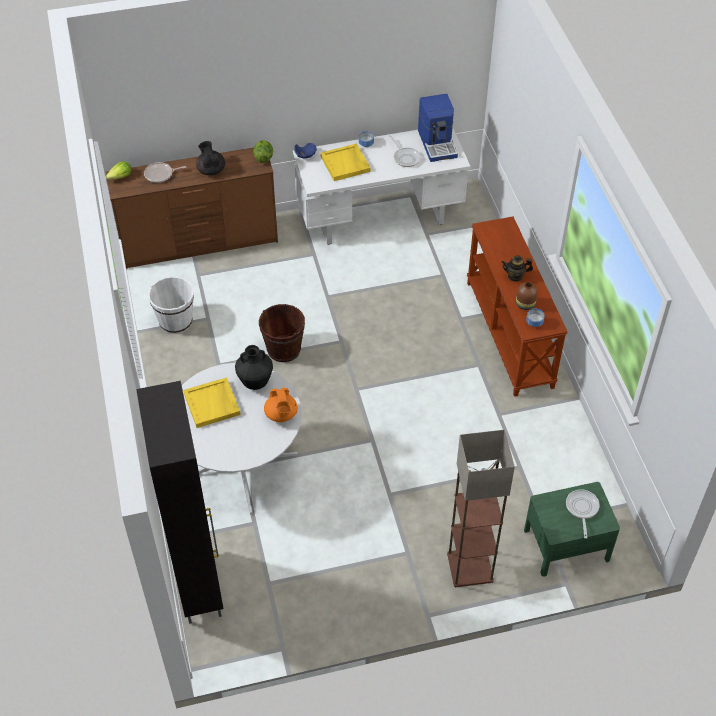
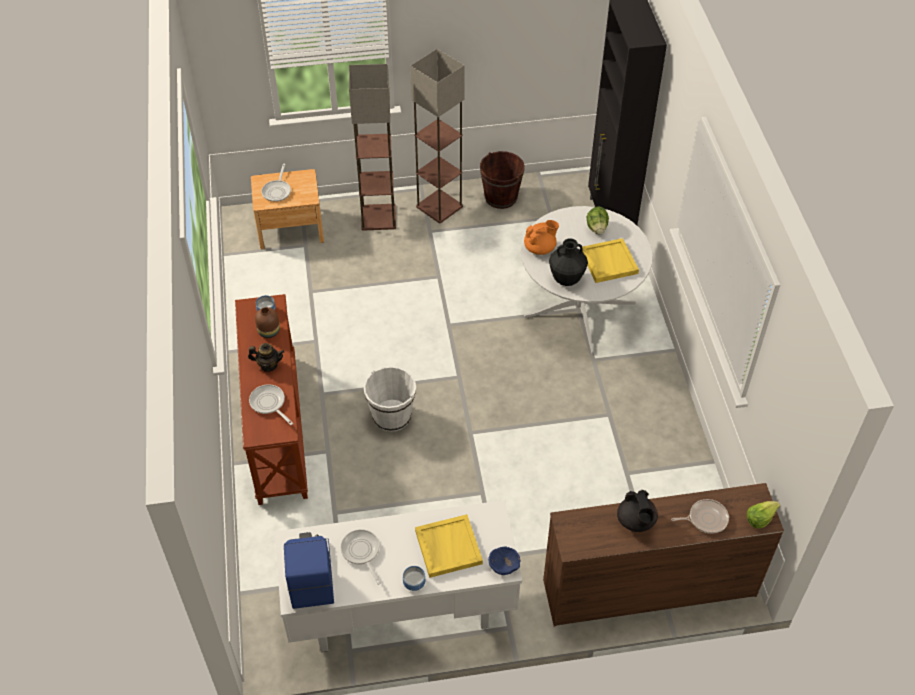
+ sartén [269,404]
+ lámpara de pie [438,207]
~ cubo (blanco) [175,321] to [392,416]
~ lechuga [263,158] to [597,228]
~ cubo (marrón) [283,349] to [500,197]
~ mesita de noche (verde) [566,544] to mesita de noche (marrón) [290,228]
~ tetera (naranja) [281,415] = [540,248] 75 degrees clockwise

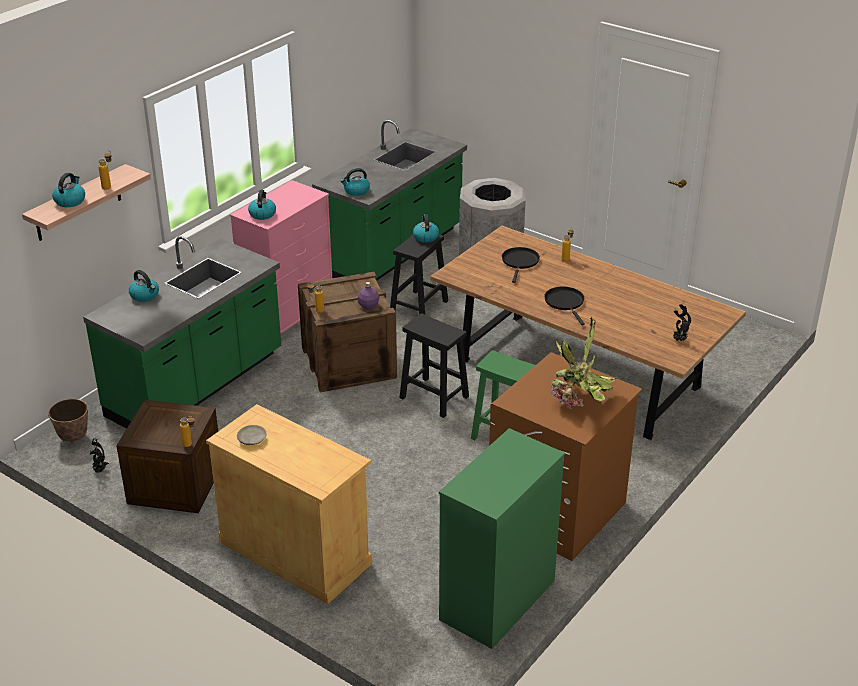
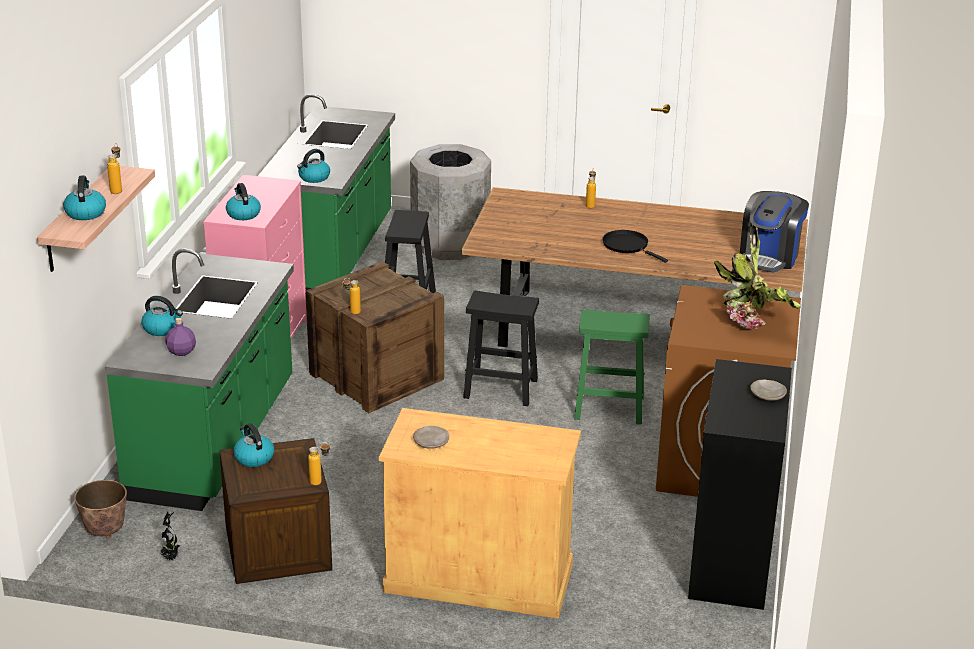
- sartén (negro) [520,262]
+ plato (beis) [768,395]
~ botella (morado) [369,306] to [182,351]
~ hervidor [425,237] to [253,458]
~ planta en maceta [678,340] to cafetera [769,257]
~ cómoda (verde) [497,601] to cómoda (negro) [731,564]

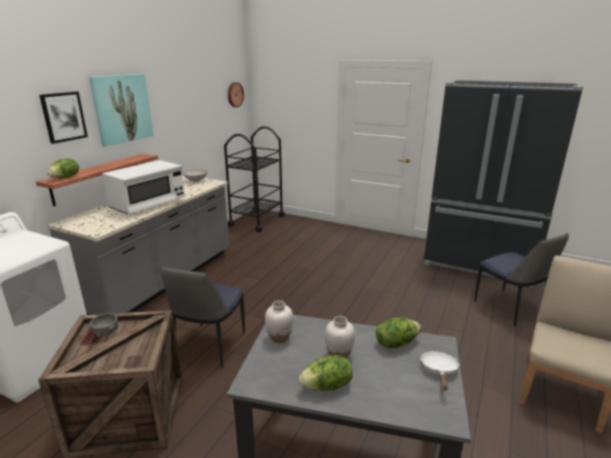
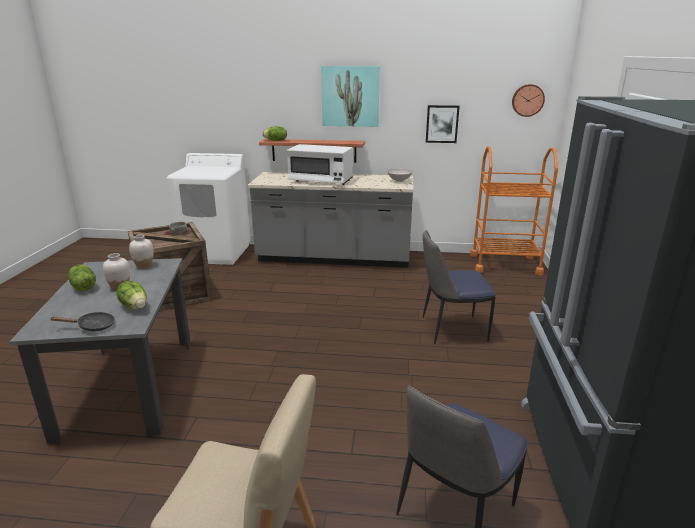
~ cuadro [63,117] to [442,124]
~ silla [209,346] to [451,329]
~ carrito (negro) [256,220] to carrito (naranja) [504,264]
~ sartén (blanco) [439,370] to sartén (negro) [92,326]

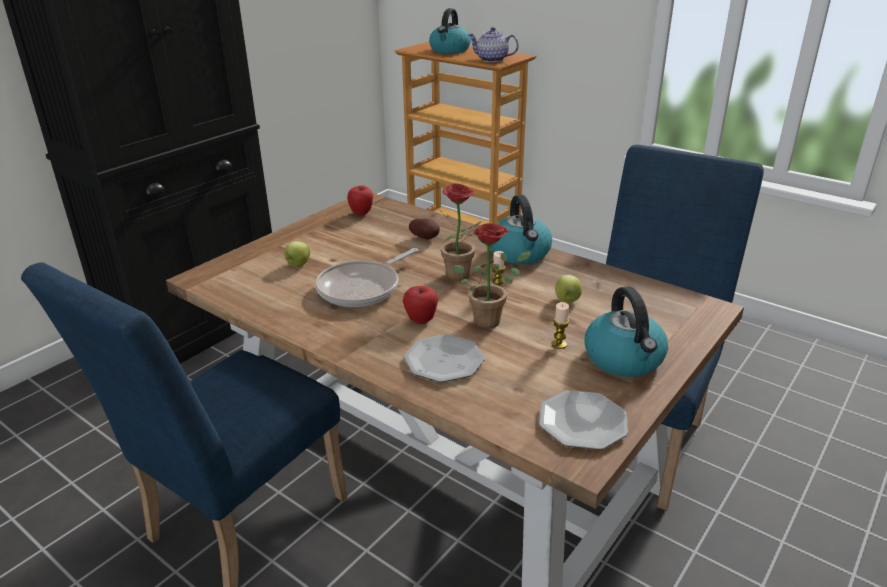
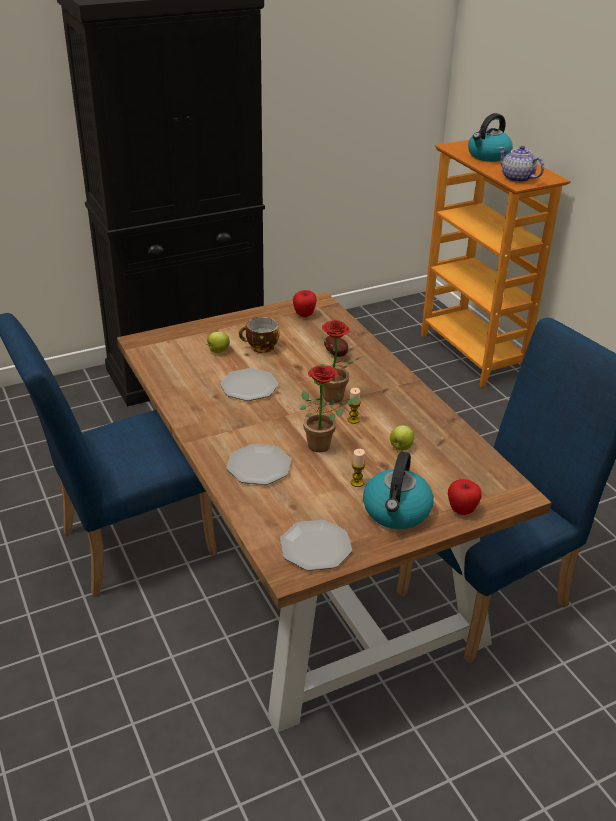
- hervidor [520,253]
+ taza [260,348]
~ manzana [421,320] to [461,510]
~ sartén [363,288] to plato [249,387]

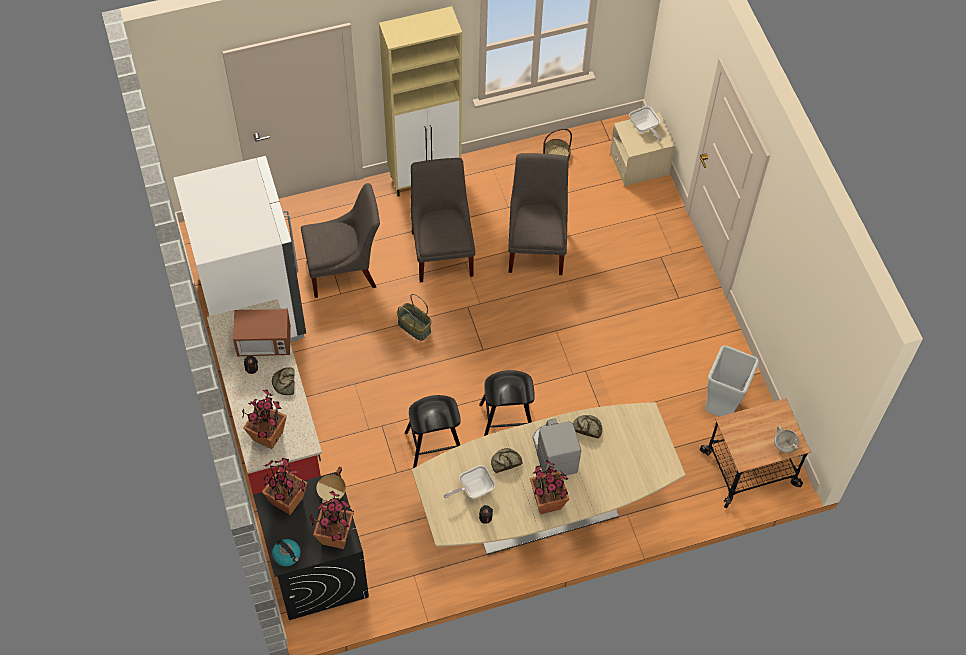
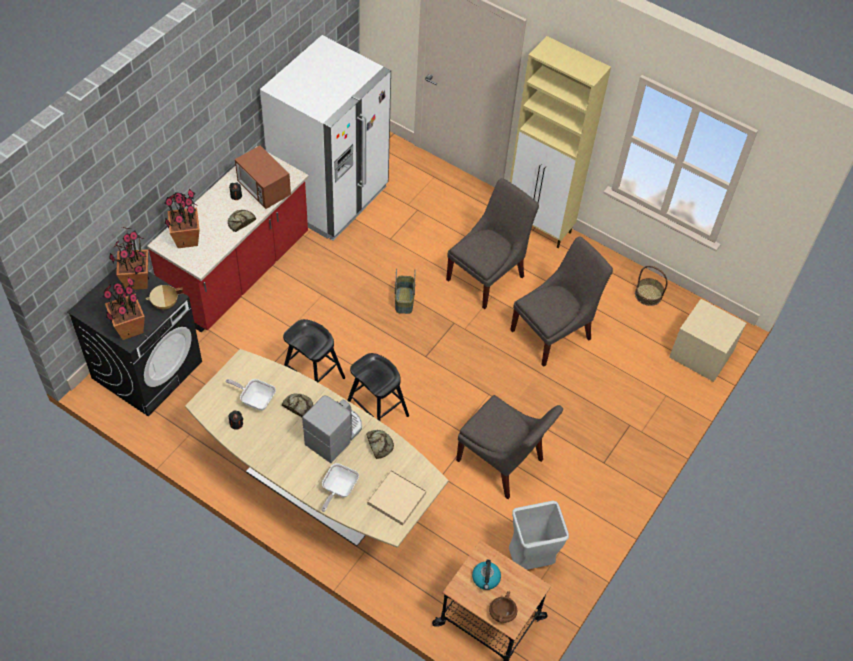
- planta en maceta [548,502]
+ bandeja (beis) [396,498]
~ hervidor [287,555] to [486,579]
~ silla (gris) [345,270] to [502,463]
~ sartén [644,128] to [338,490]
~ olla (blanco) [784,445] to olla (marrón) [502,613]

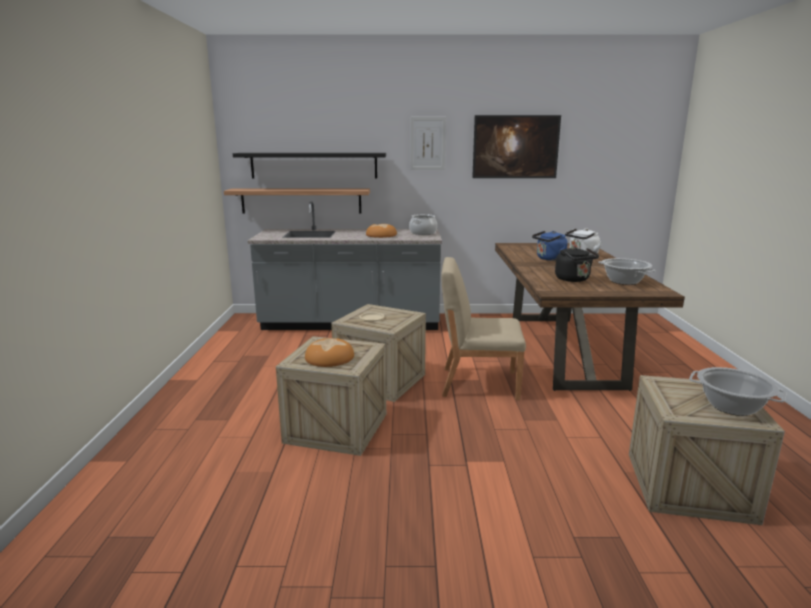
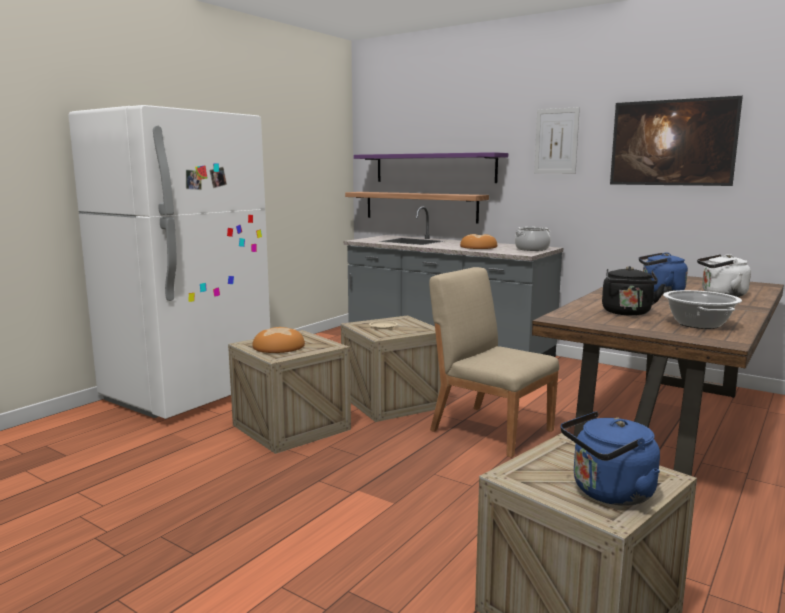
+ nevera (blanco) [189,393]
~ olla [731,407] to hervidor (azul) [608,493]
~ estante (negro) [314,165] to estante (morado) [434,168]

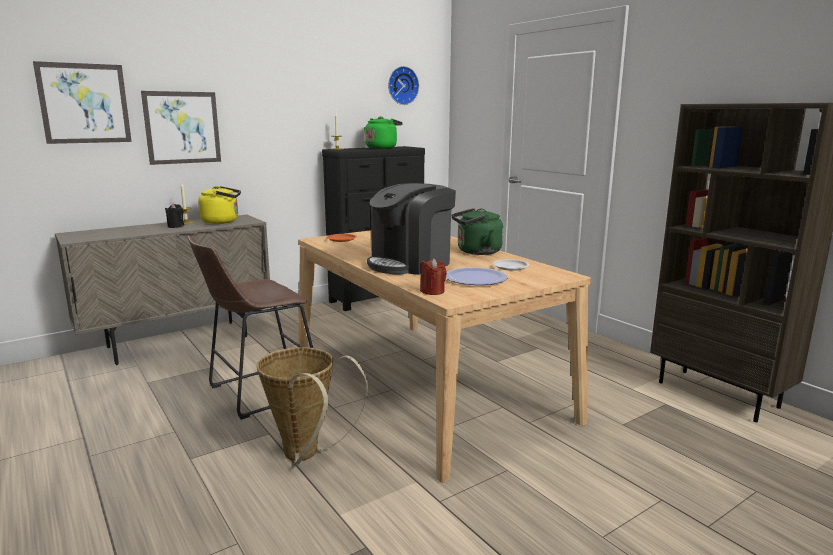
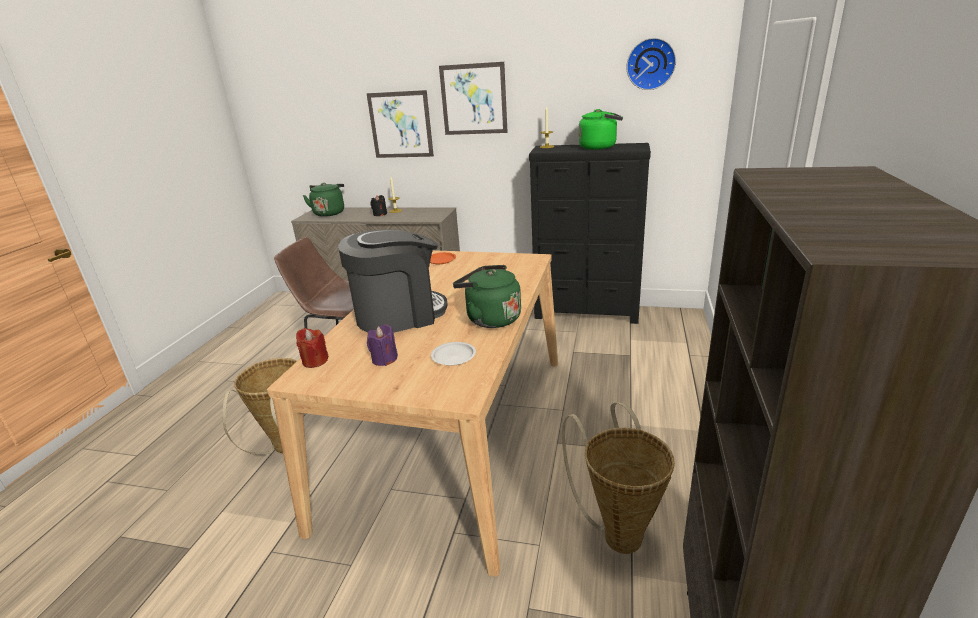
- hervidor (amarillo) [222,221]
+ hervidor (verde) [329,213]
+ cesta [618,531]
~ cuadro [84,103] to [473,99]
~ plato [475,278] to vela (morado) [384,359]
~ cafetera [410,263] = [399,314] 150 degrees clockwise

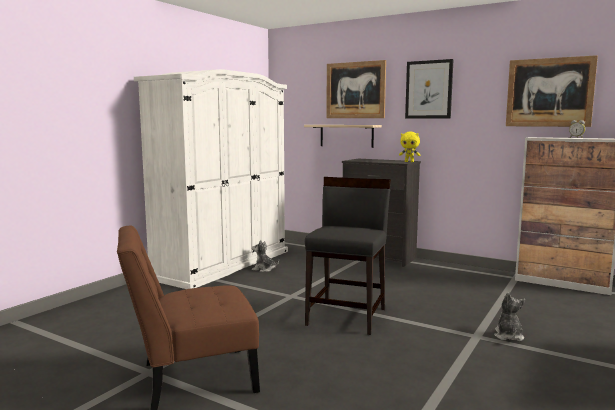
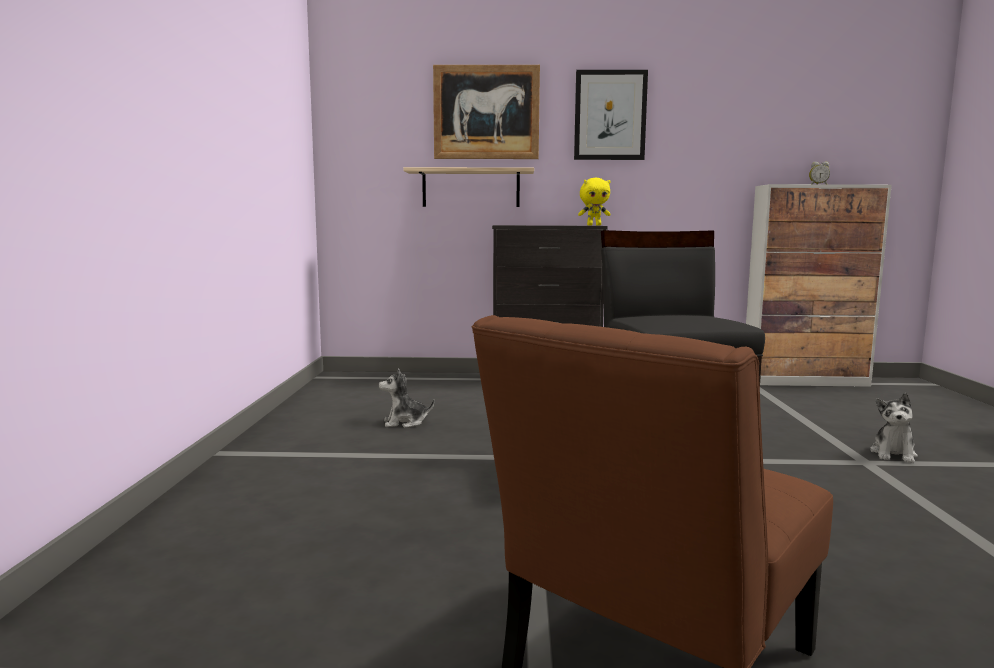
- armario ropero (blanco) [223,264]
- cuadro [549,92]
~ peluche [508,336] = [893,454] 135 degrees counterclockwise

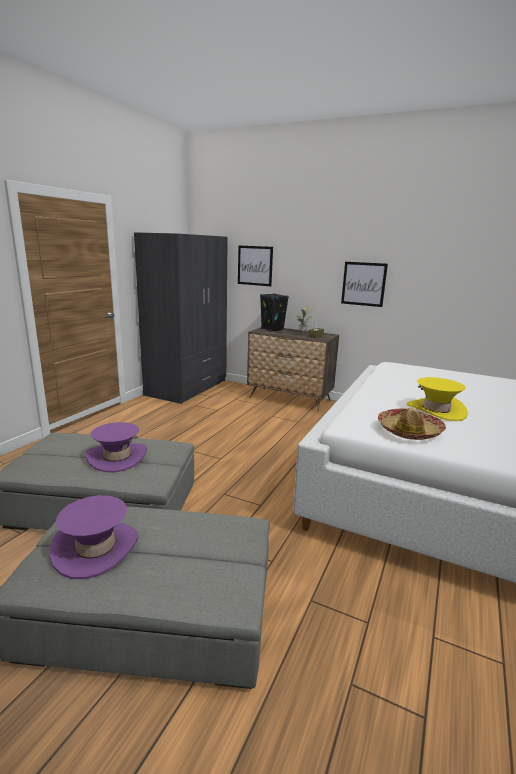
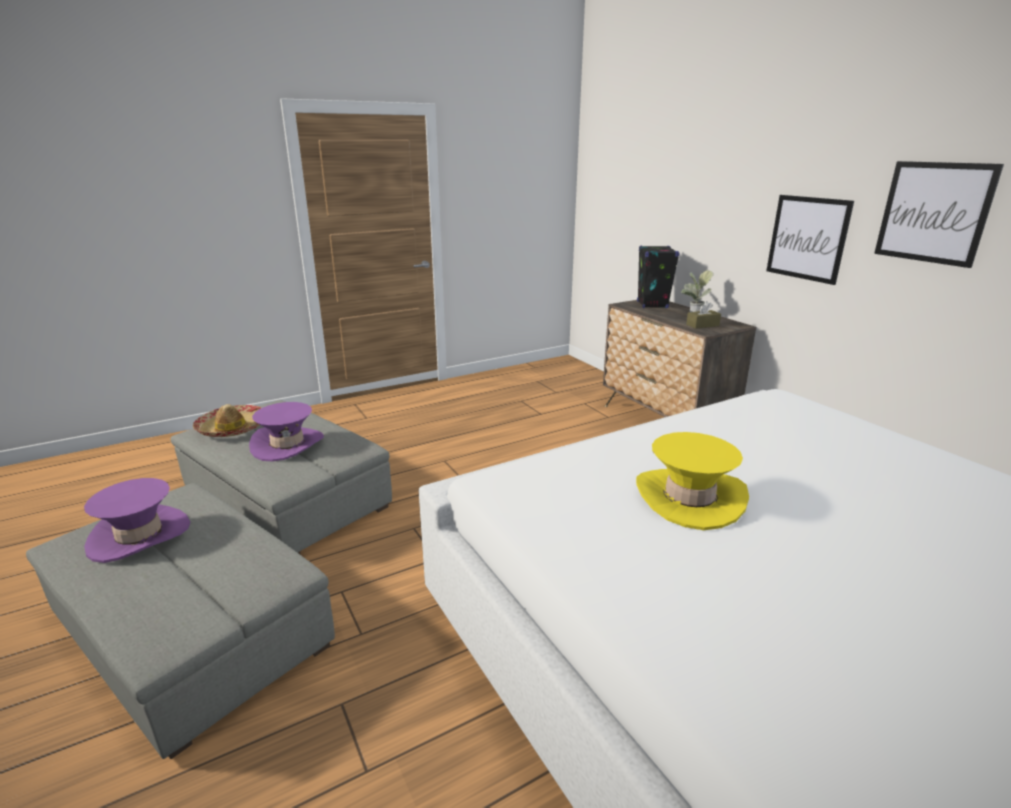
- armario ropero (gris) [187,387]
~ cuadro [255,265] to [933,212]
~ sombrero [409,431] to [232,428]

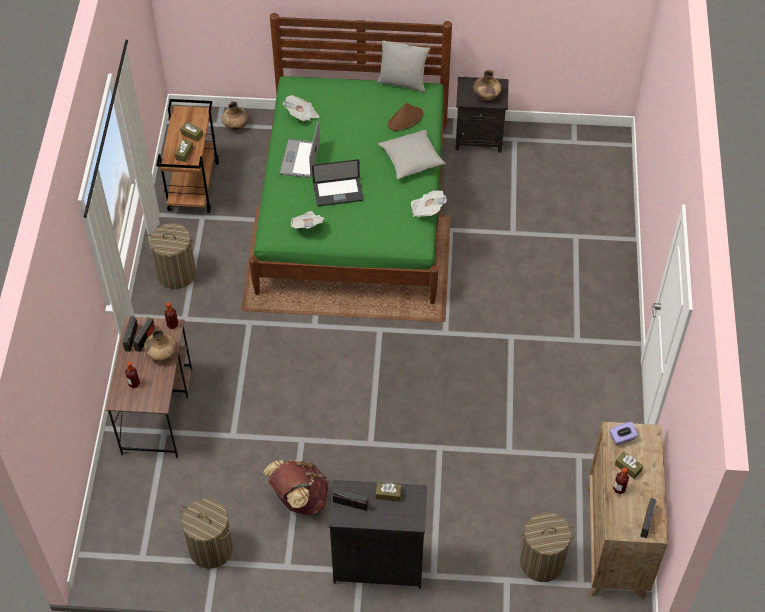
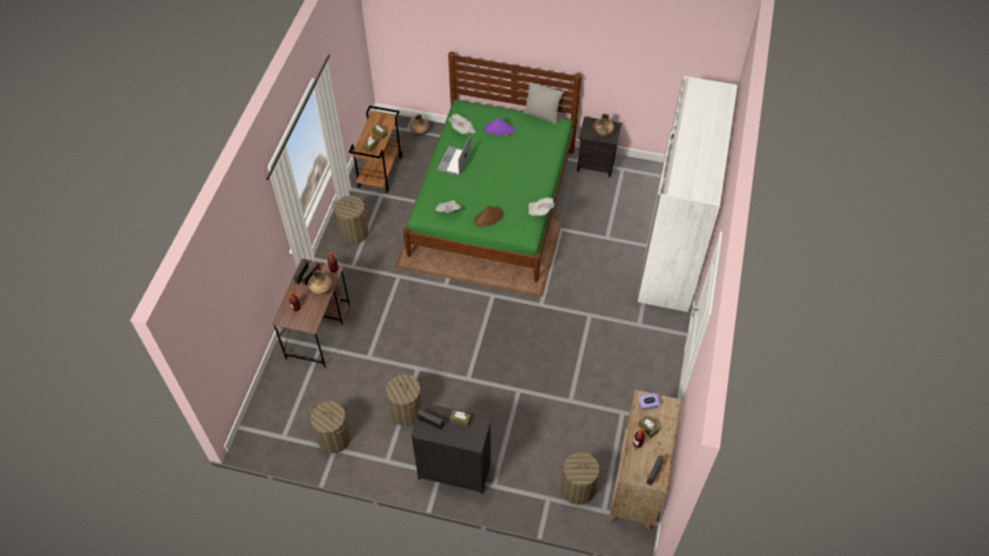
- portátil [338,192]
- cojín (gris) [411,160]
+ sombrero (morado) [498,129]
+ armario ropero (blanco) [672,248]
~ sombrero (marrón) [405,119] to [488,217]
~ mochila (marrón) [299,498] to cesto de la ropa [406,411]

